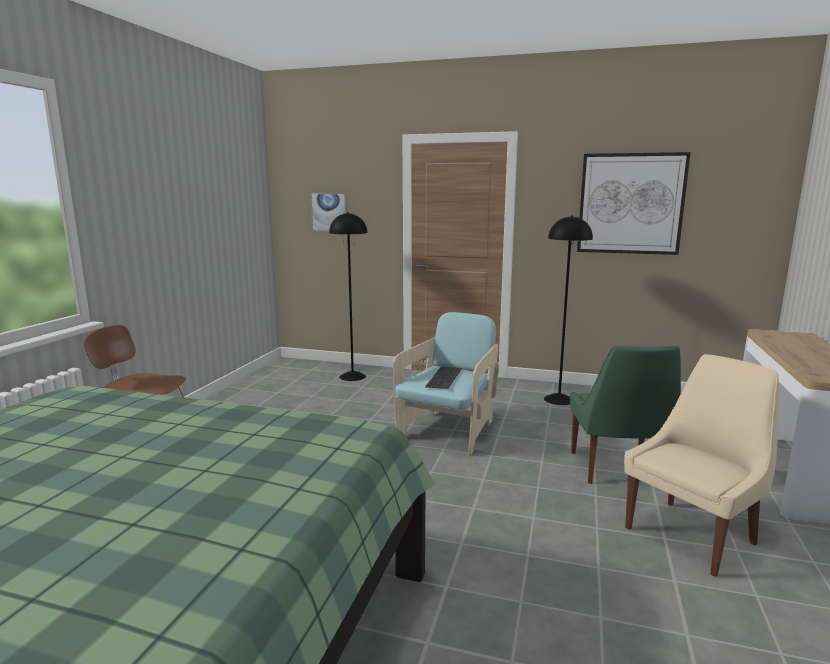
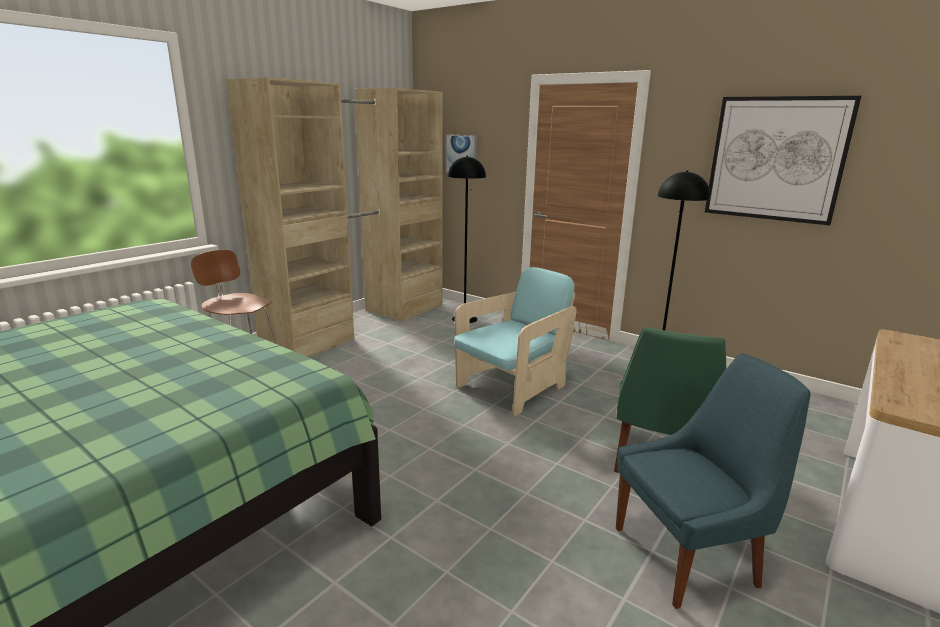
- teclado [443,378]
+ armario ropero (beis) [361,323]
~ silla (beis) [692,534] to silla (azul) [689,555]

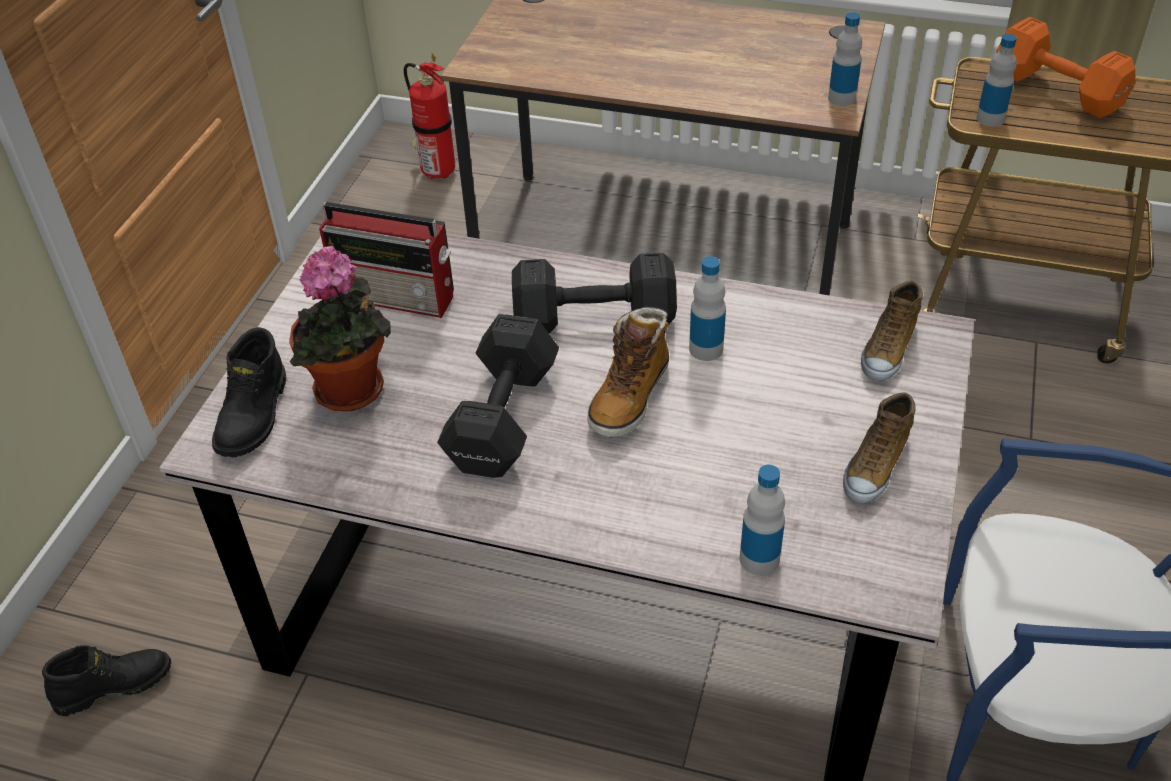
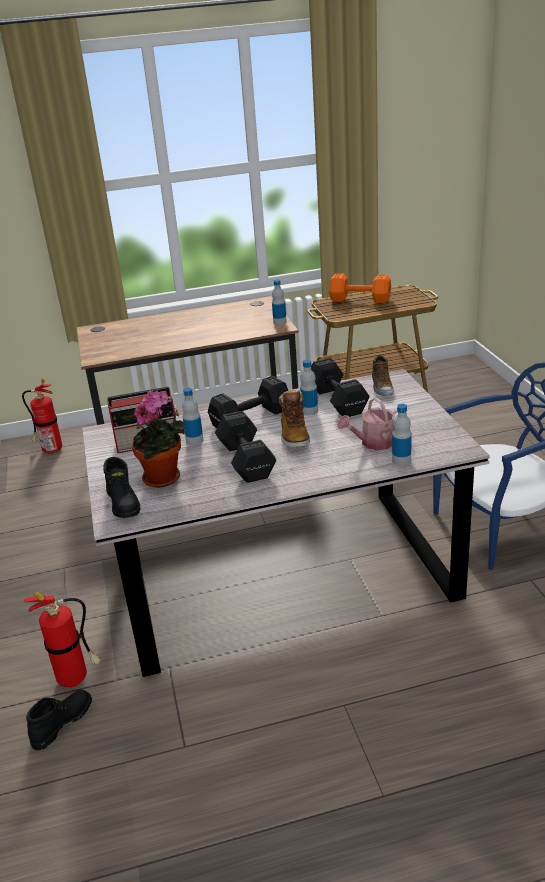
- zapato [874,465]
+ extintor [76,678]
+ mancuerna (negro) [337,402]
+ regadera [373,443]
~ botella [990,118] to [194,441]

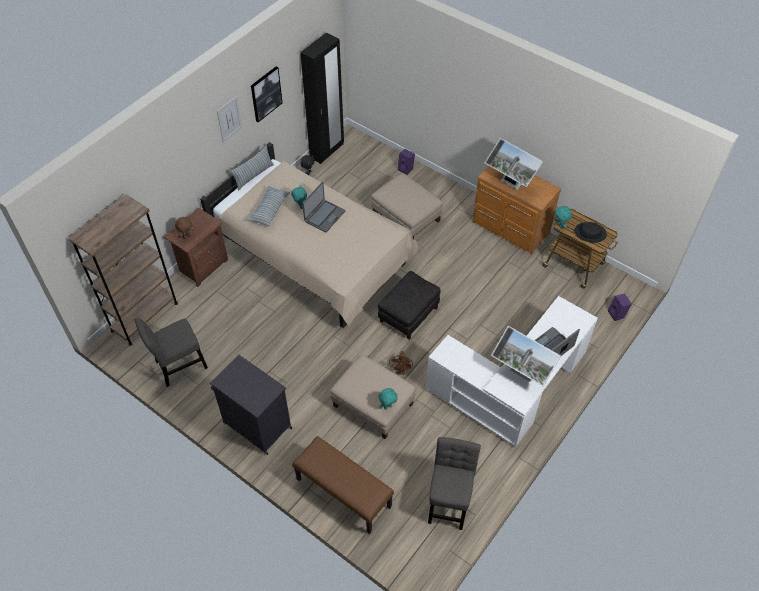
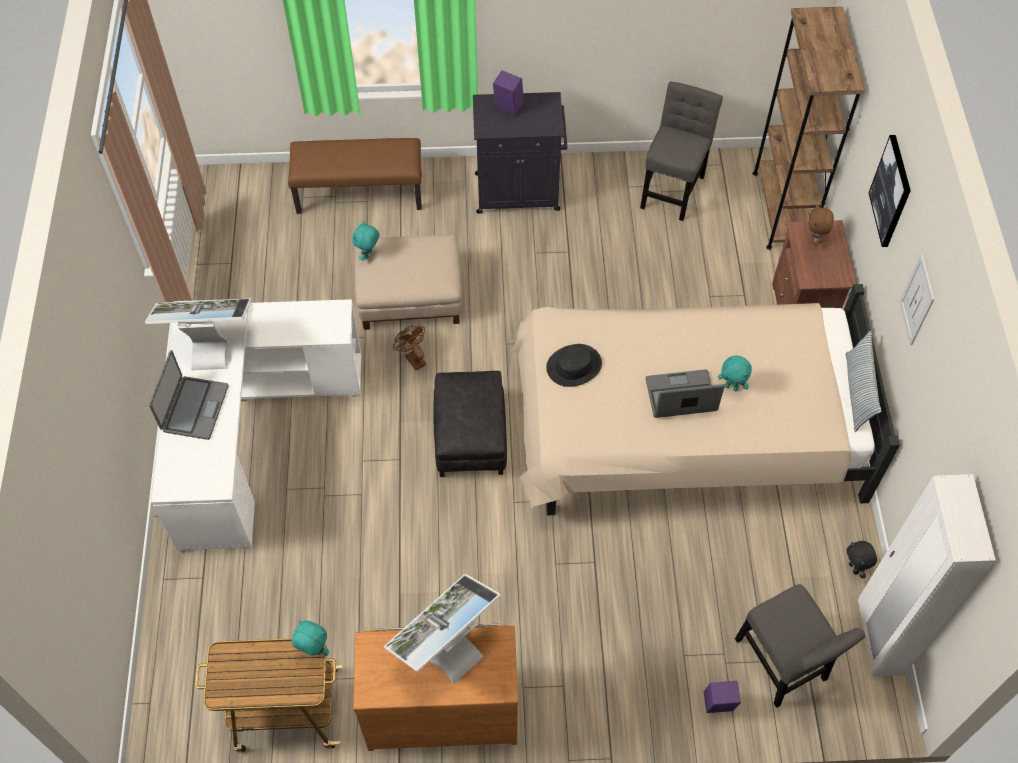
- cojín [269,210]
- puf (beis) [405,217]
~ cuadro [265,94] to [891,191]
~ silla (gris) [449,500] to [782,664]
~ sombrero (negro) [590,233] to [573,366]
~ altavoz (morado) [617,314] to [507,107]
~ armario ropero (negro) [327,151] to armario ropero (blanco) [879,638]
~ portátil [324,216] = [681,396] 90 degrees clockwise
~ monitor [510,184] = [446,648] 45 degrees counterclockwise

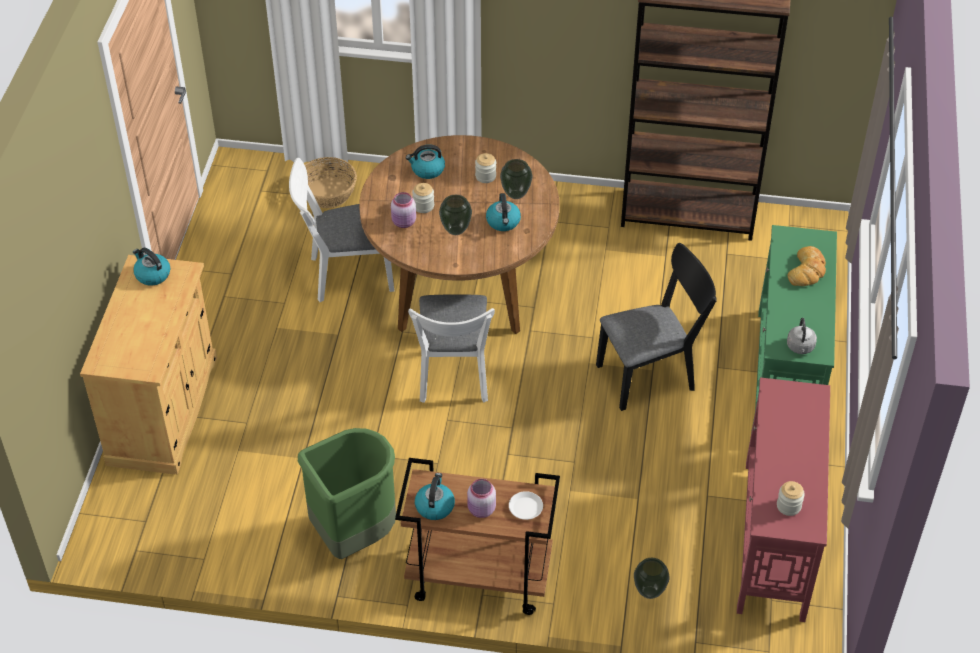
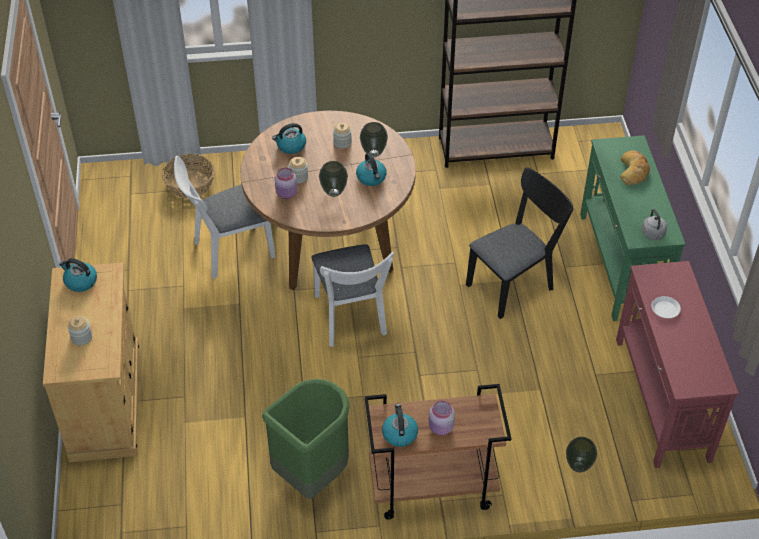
~ plato (blanco) [525,508] to [665,309]
~ tarro [788,506] to [81,337]

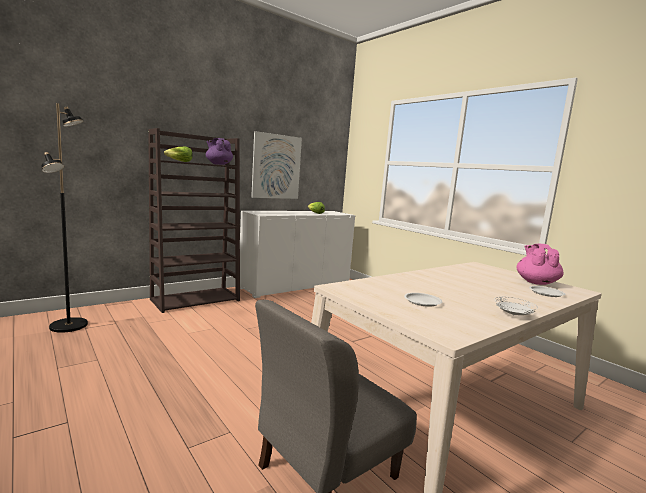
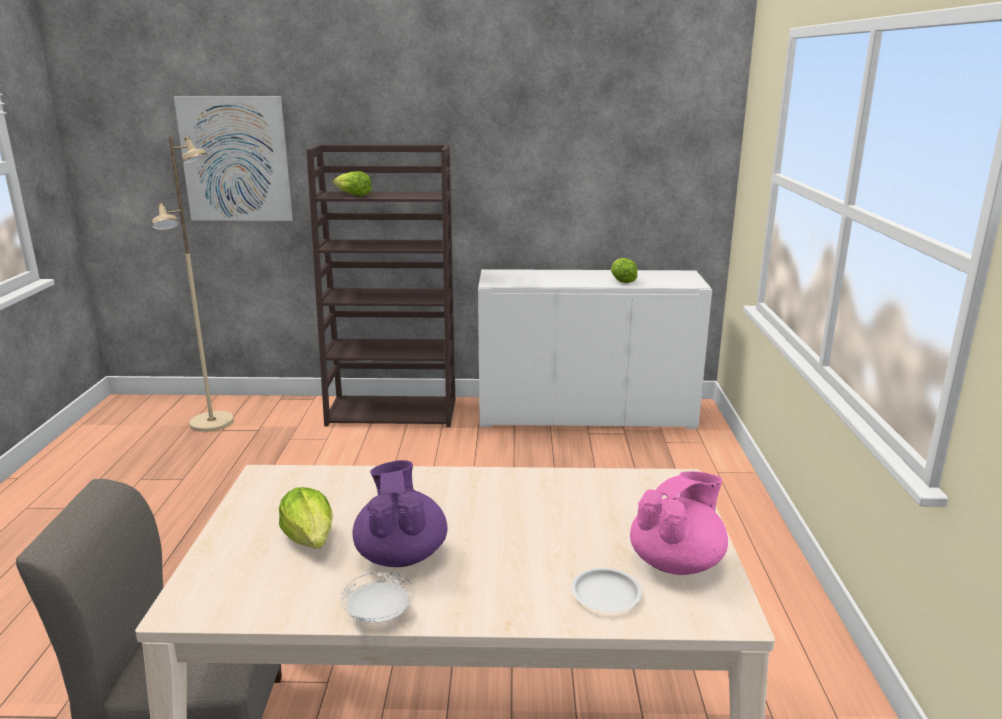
~ tetera (morado) [218,164] to [401,554]
~ cuadro [276,166] to [235,159]
~ plato (blanco) [422,302] to lechuga [310,538]
~ lámpara de pie (negro) [69,326] to lámpara de pie (beis) [212,422]

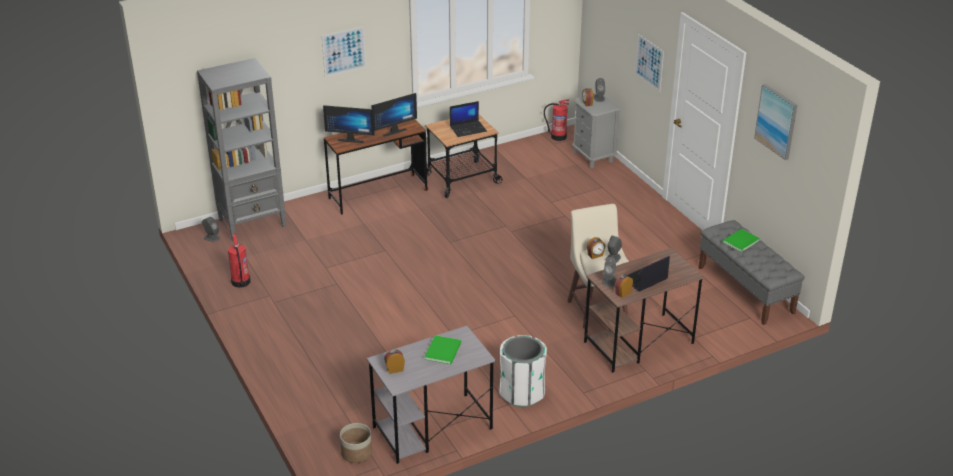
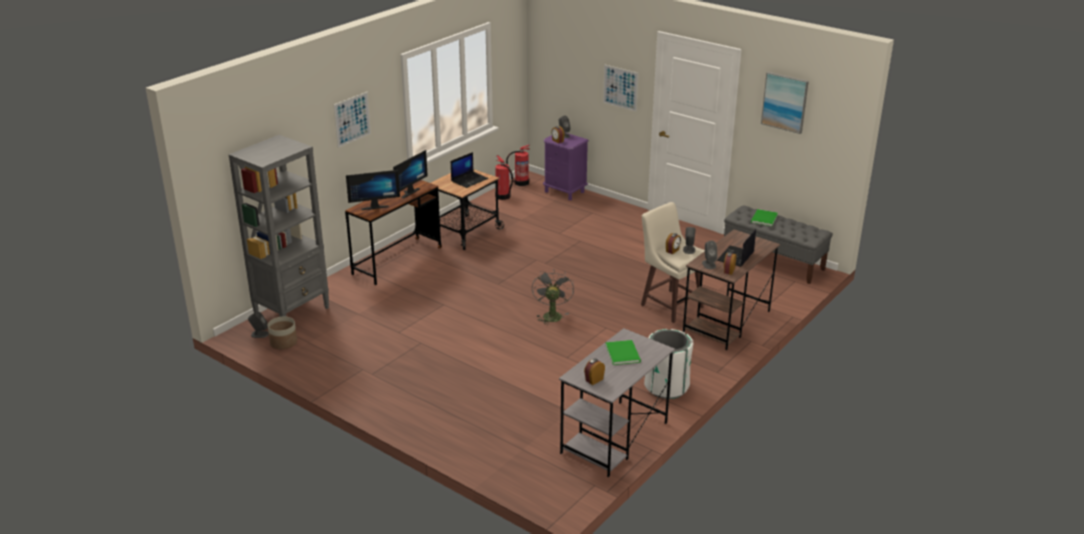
+ ventilador (gris) [551,314]
~ extintor [240,282] to [503,196]
~ maceta [356,453] to [283,343]
~ mesita de noche (gris) [593,156] to mesita de noche (morado) [564,191]

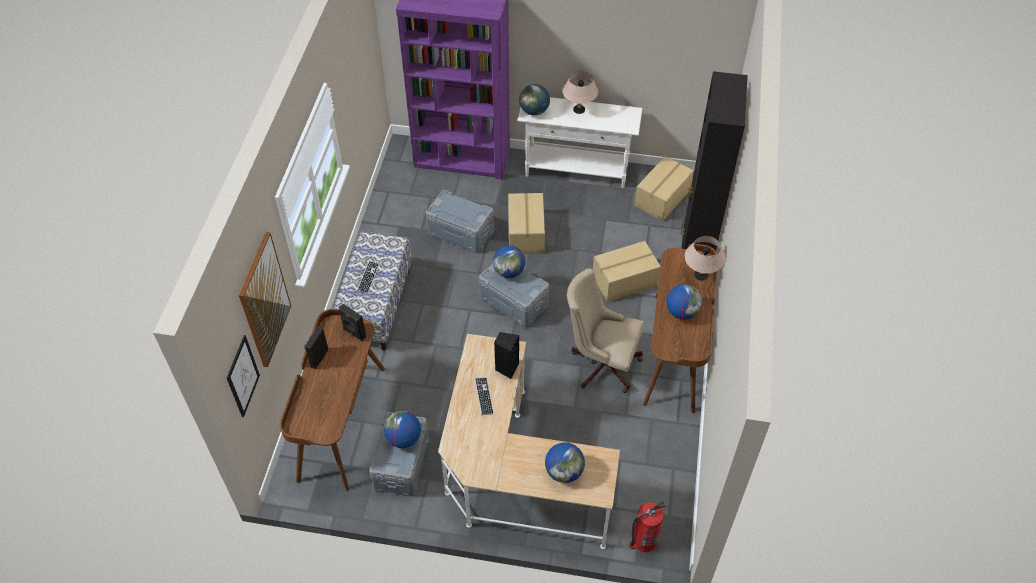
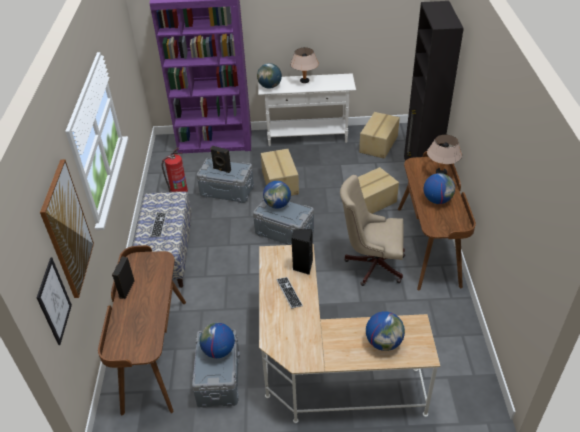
~ altavoz (negro) [354,333] to [221,170]
~ extintor [643,540] to [178,191]

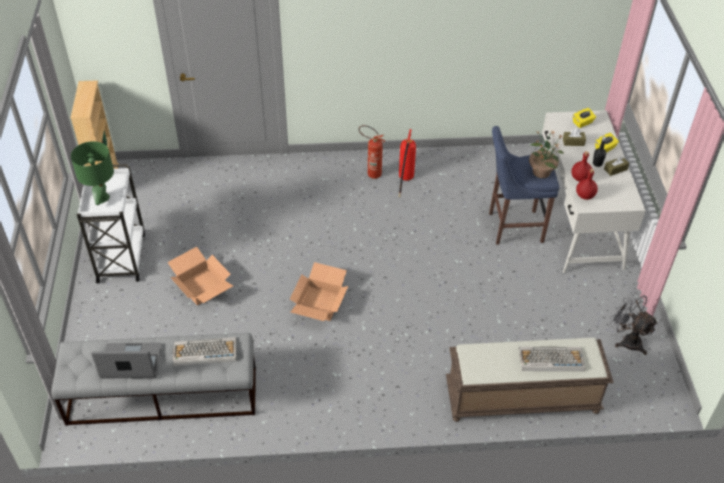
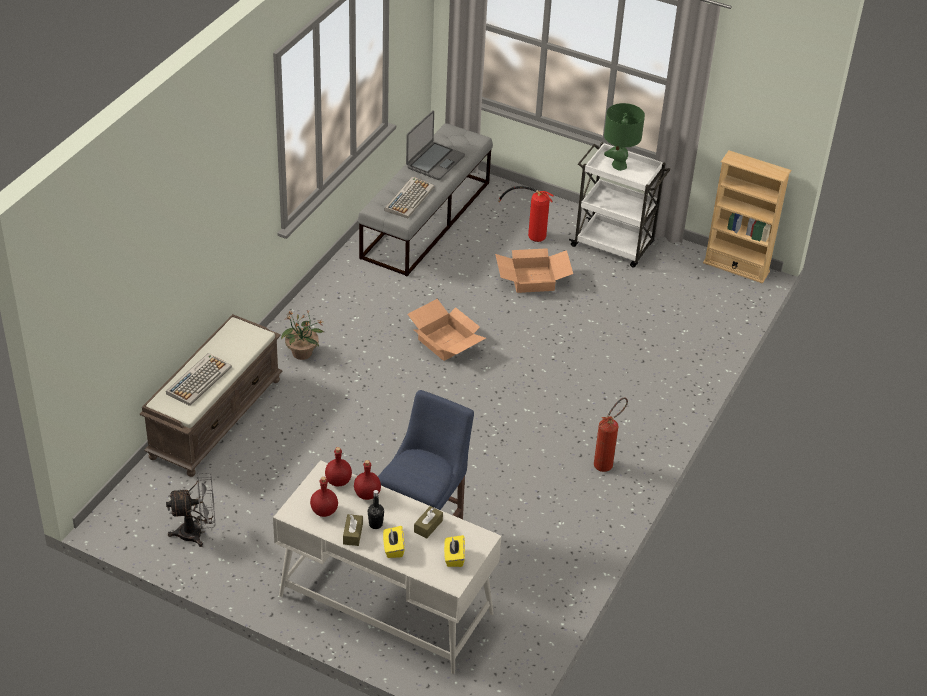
+ botella (rojo) [324,510]
~ extintor [404,182] to [529,232]
~ planta en maceta [541,172] to [302,353]

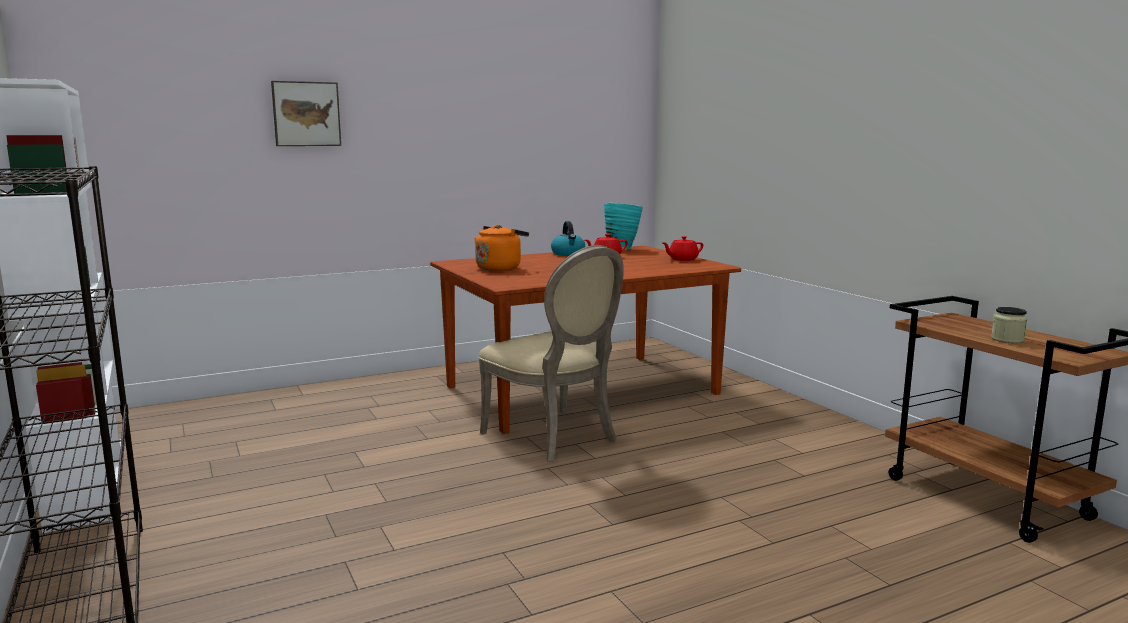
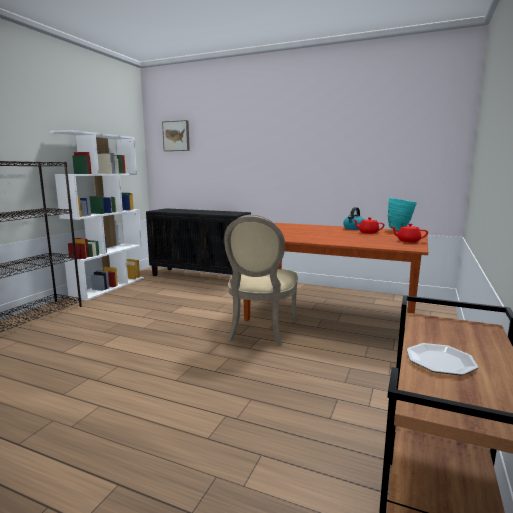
- hervidor (naranja) [500,268]
+ armario (negro) [200,277]
~ cuadro [306,114] to [176,136]
~ tarro [1007,339] to plato [439,361]

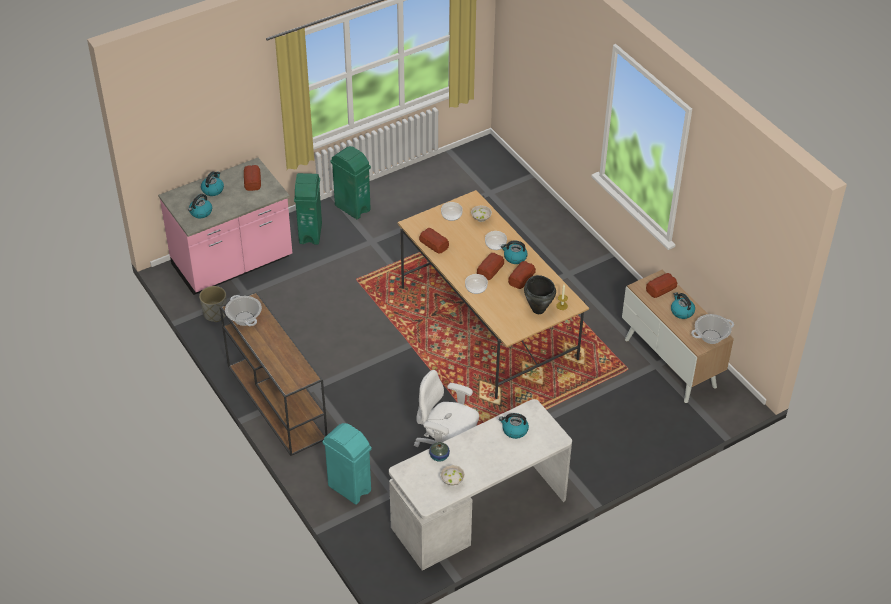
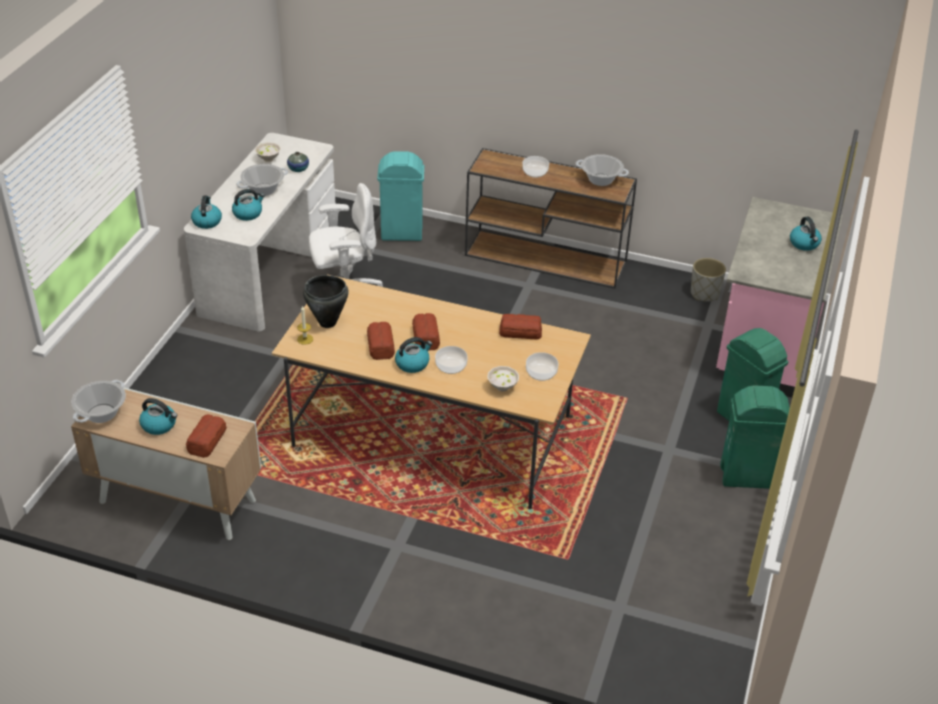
- pan [252,181]
+ olla [263,190]
~ hervidor [200,212] to [207,221]
~ cuenco [476,288] to [535,172]

